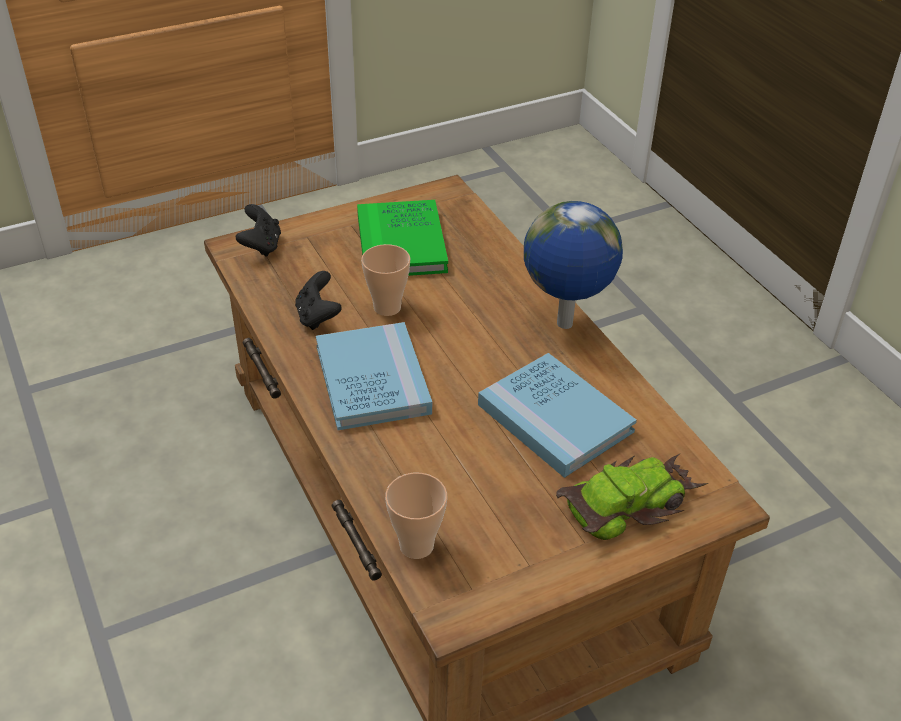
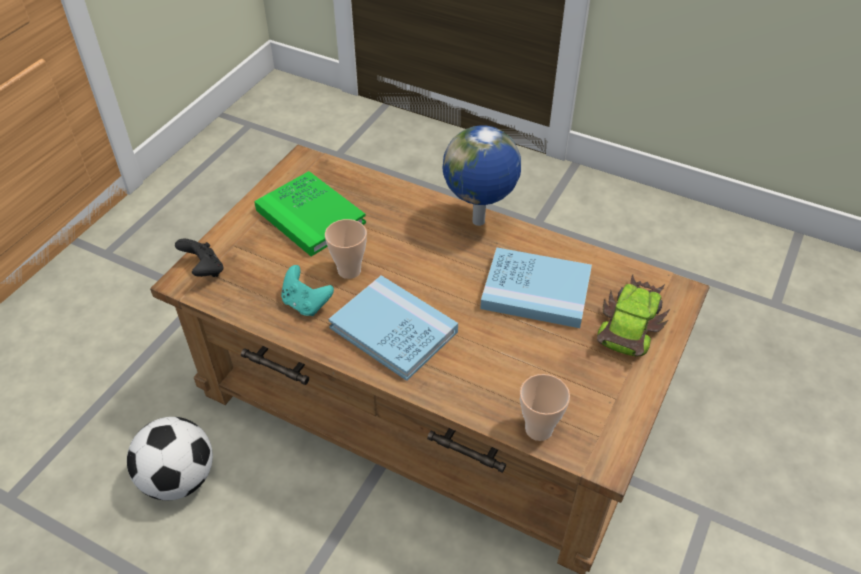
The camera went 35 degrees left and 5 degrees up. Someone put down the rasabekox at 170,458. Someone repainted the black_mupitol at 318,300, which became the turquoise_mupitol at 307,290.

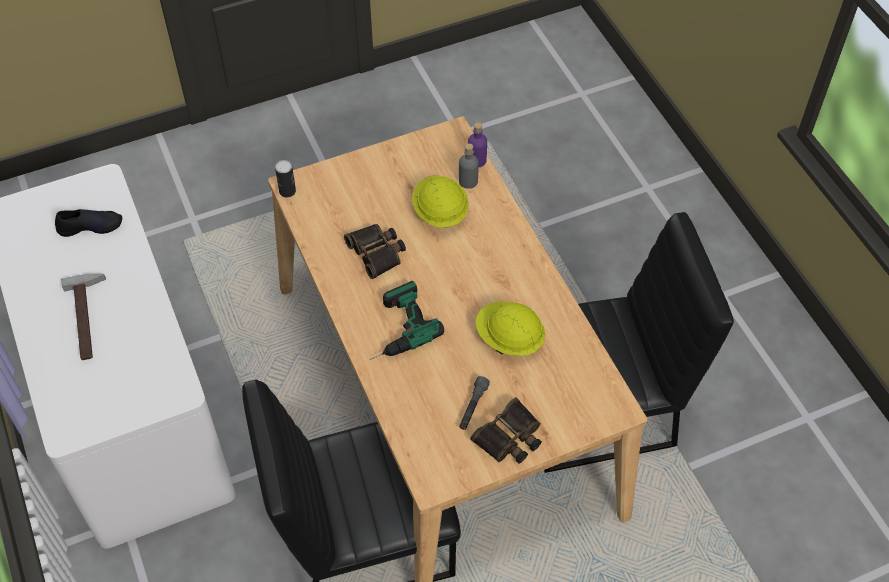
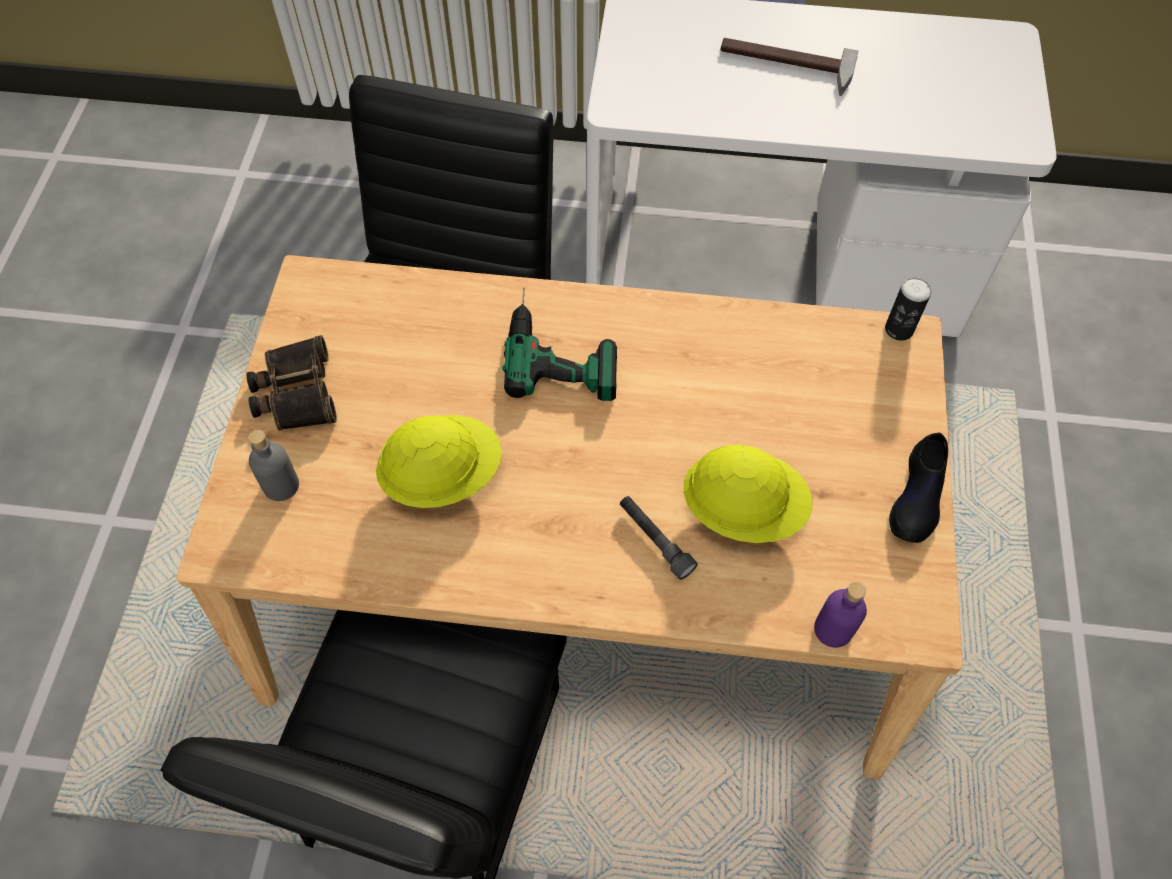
The camera went 120 degrees right and 5 degrees up. Someone took away the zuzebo at 375,251. Someone carried the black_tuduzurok from 88,223 to 918,487. Someone carried the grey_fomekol from 469,166 to 273,465. Someone carried the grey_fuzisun from 474,403 to 659,538.

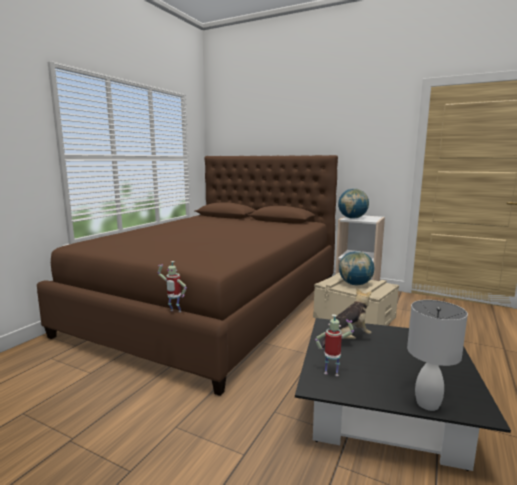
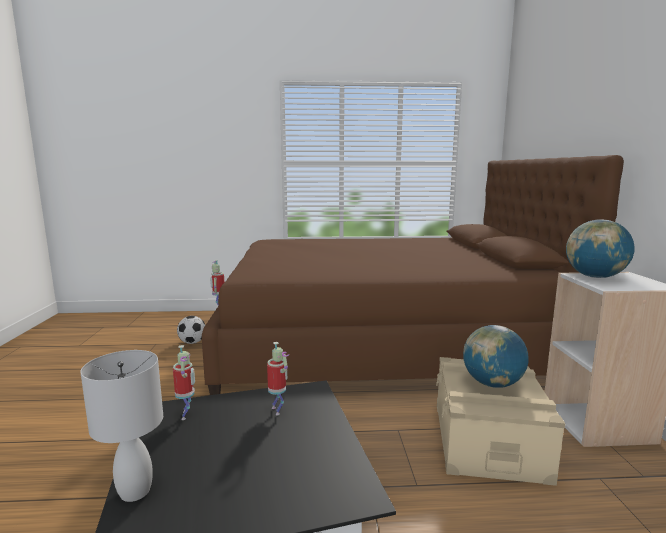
The camera went 60 degrees right and 0 degrees up. Someone put down the rasabekox at 191,330. Someone swapped the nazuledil at 346,318 for the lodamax at 278,378.

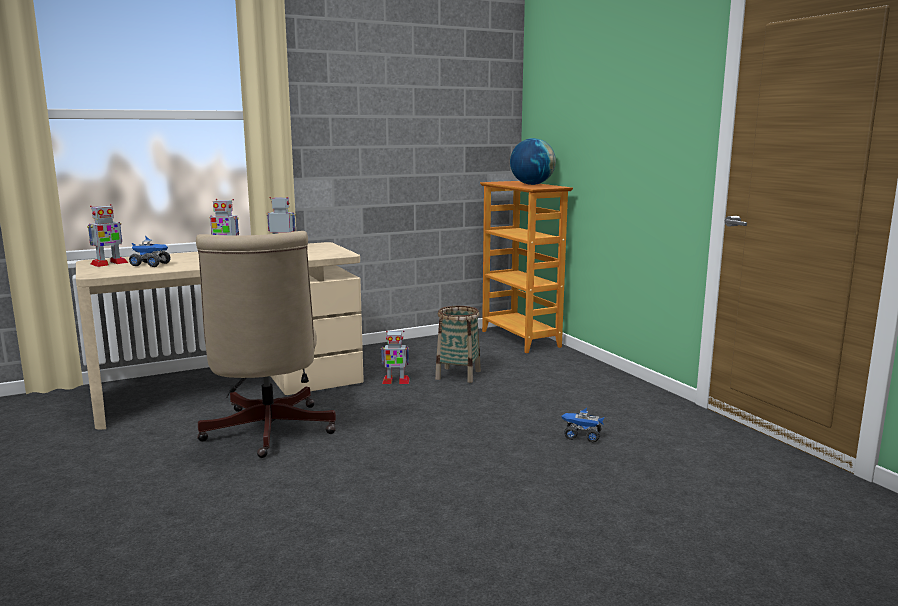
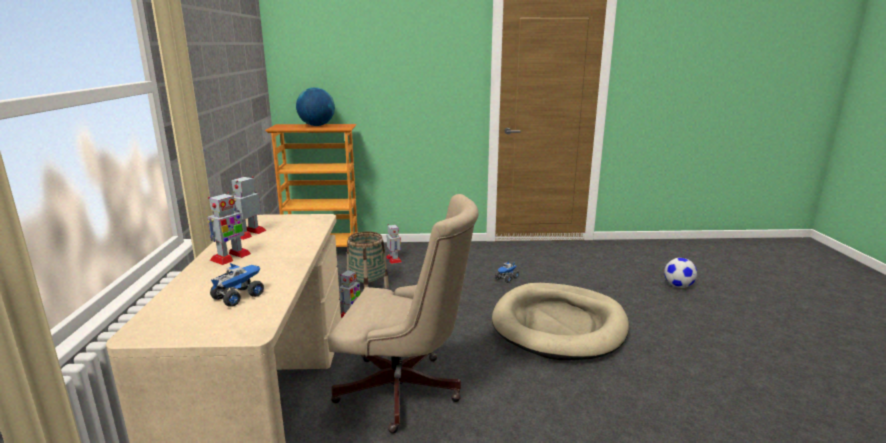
The camera went 65 degrees left and 5 degrees up. Someone put down the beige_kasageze at 560,321. Someone put down the rasabekox at 680,273. Someone carried the lodamax from 107,235 to 394,244.

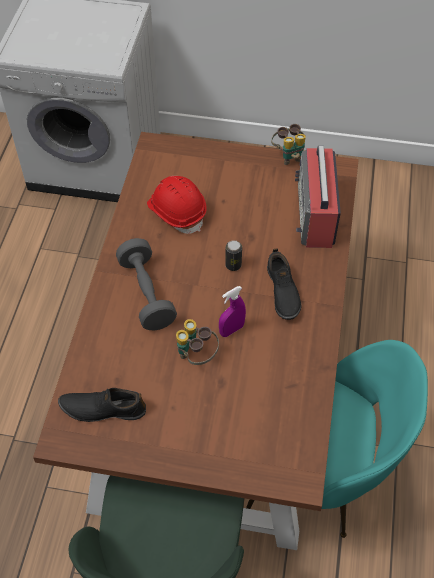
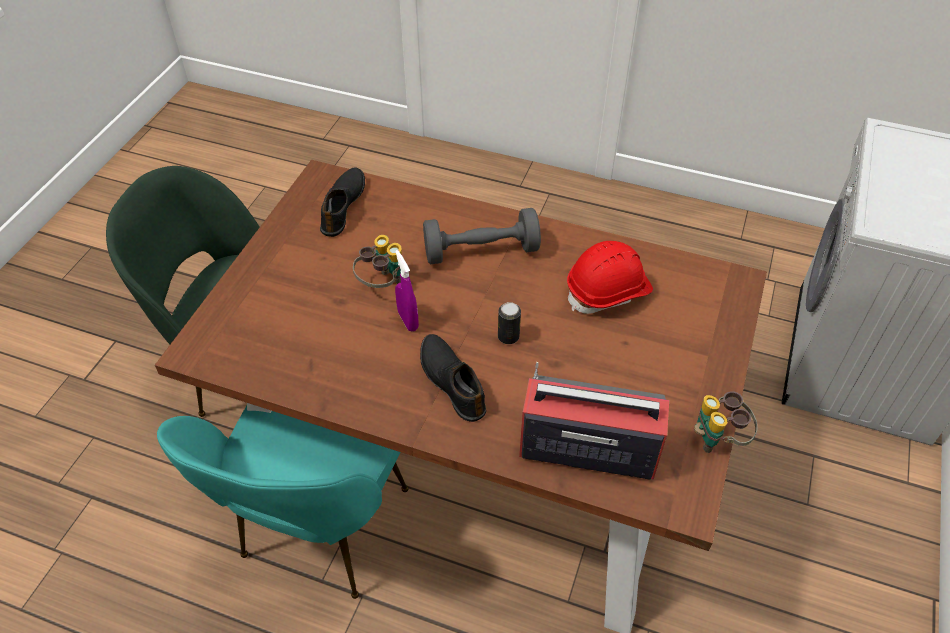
The camera went 100 degrees right and 5 degrees down. Someone rotated the black_tuduzurok at 284,284 by 60 degrees clockwise.

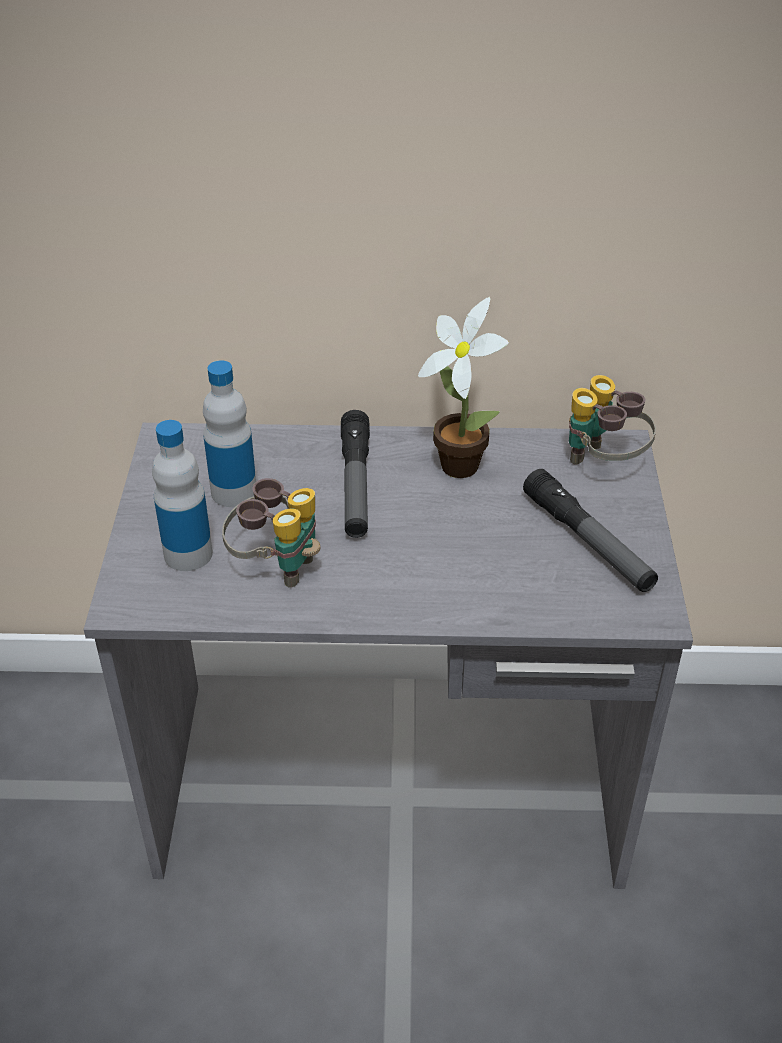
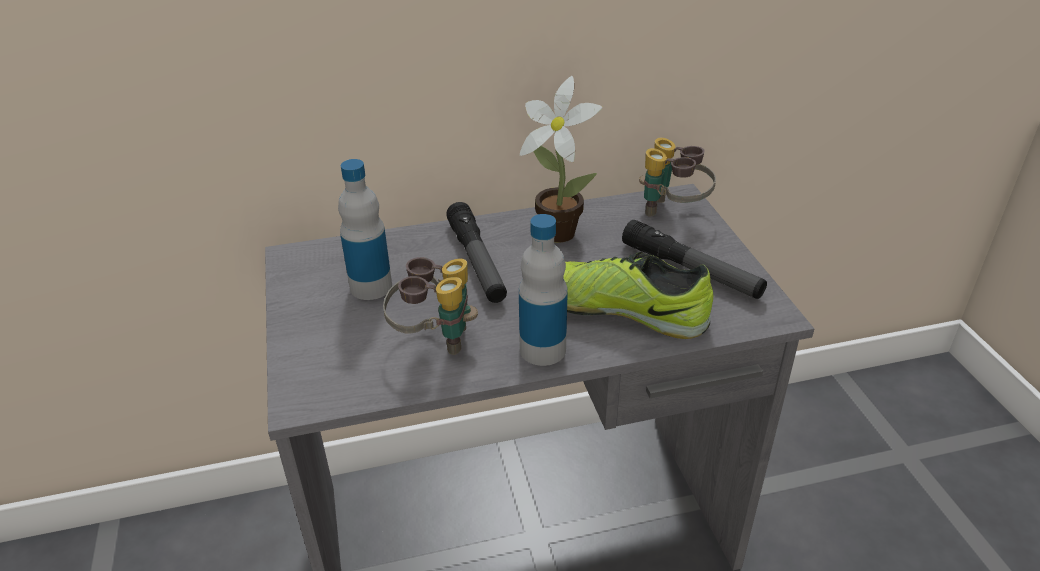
The camera went 15 degrees left and 5 degrees down. Someone put down the tuduzurok at 638,295. Someone carried the fomekol from 182,495 to 543,290.

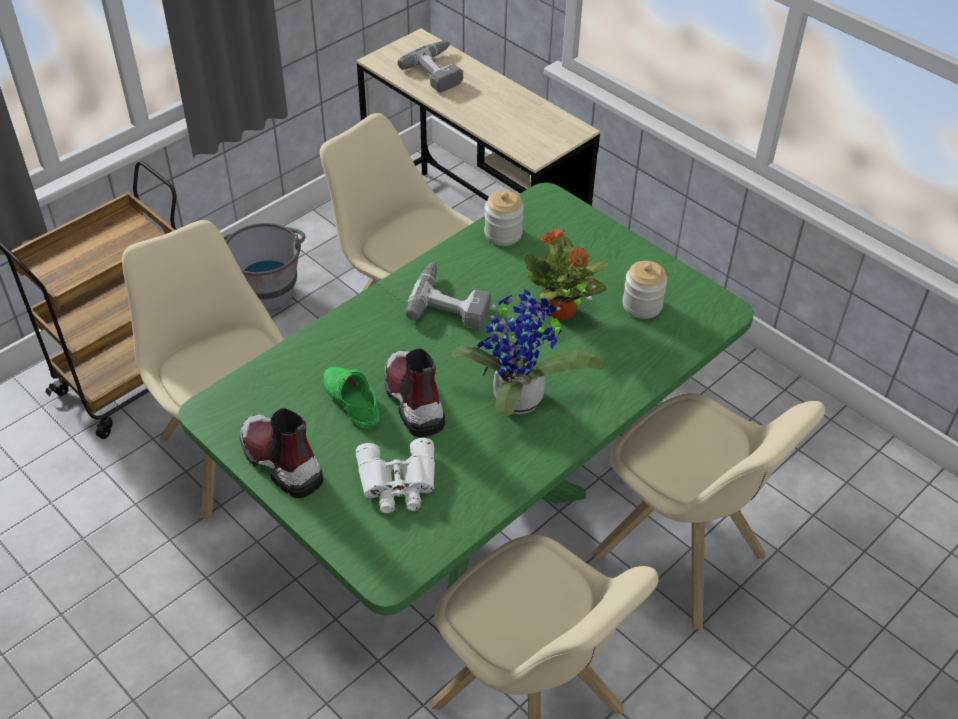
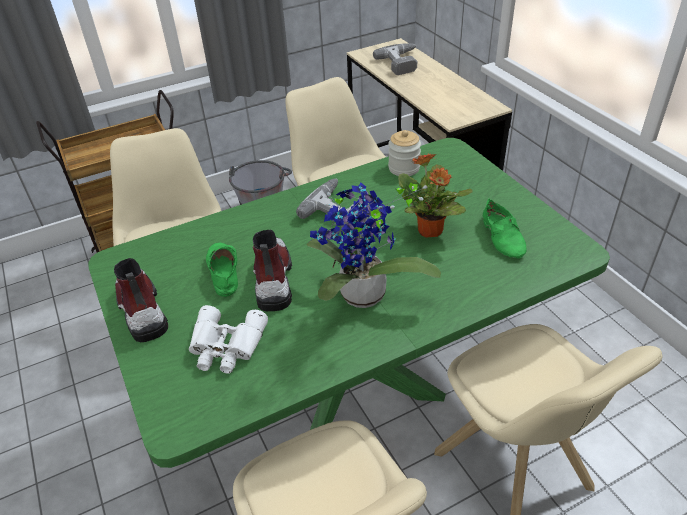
The camera went 20 degrees right and 5 degrees down. Someone swapped the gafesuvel at 644,290 for the green_tuduzurok at 504,228.

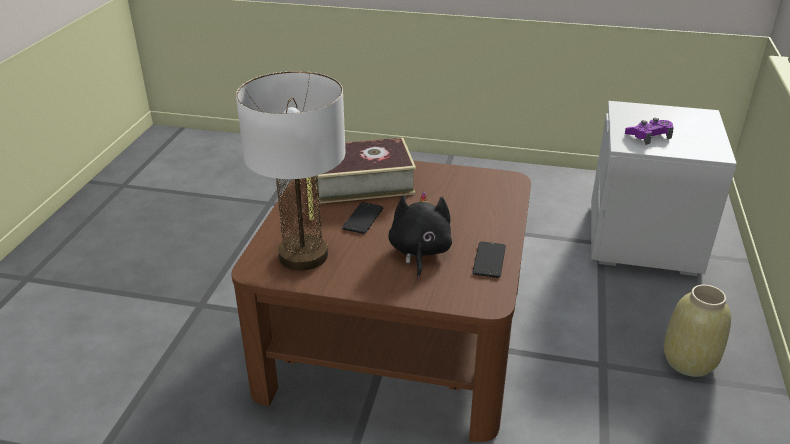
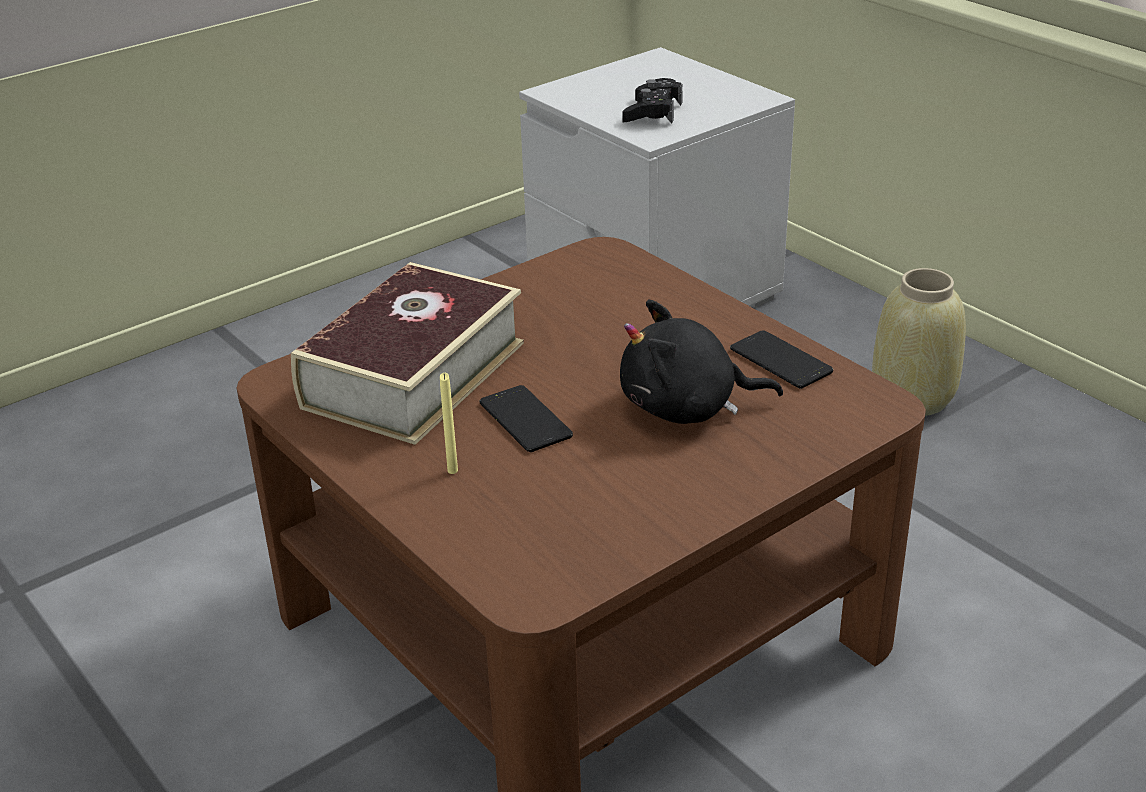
The camera went 50 degrees left and 0 degrees up. Someone took away the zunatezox at 290,170. Someone repainted the purple_mupitol at 649,131, which became the black_mupitol at 652,101. Someone rotated the black_nazuledil at 420,235 by 45 degrees counterclockwise.

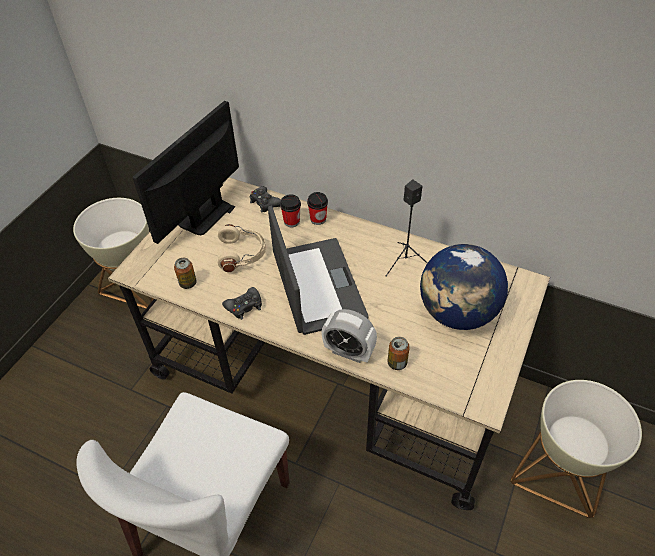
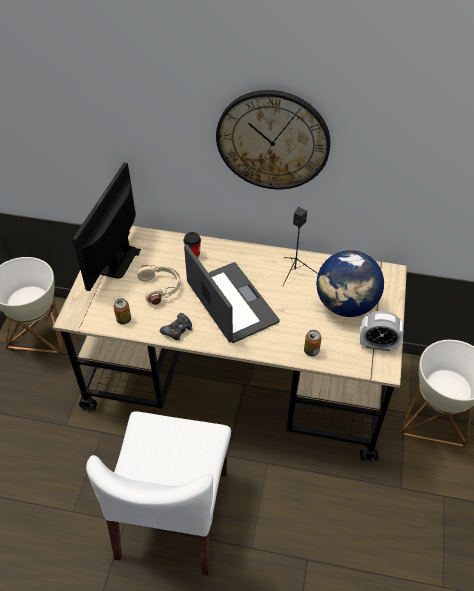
The camera went 15 degrees left and 0 degrees up. Someone took away the black_mupitol at 265,199. Someone took away the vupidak at 317,208. Someone put up the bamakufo at 273,139. Someone carried the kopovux from 349,336 to 382,331.

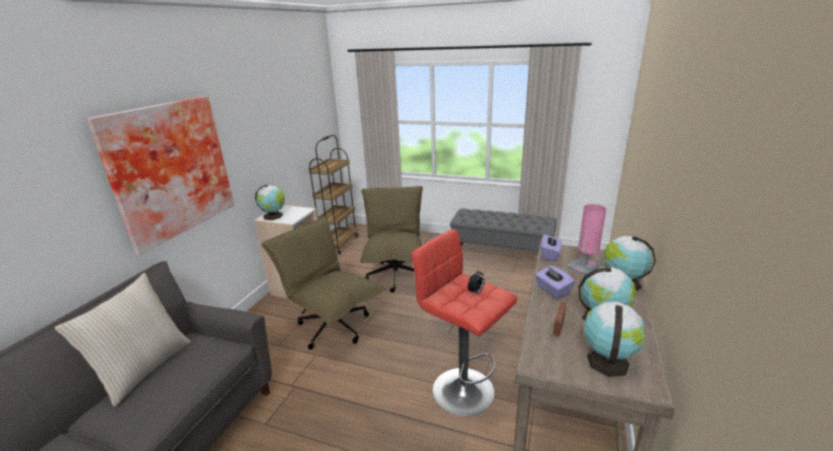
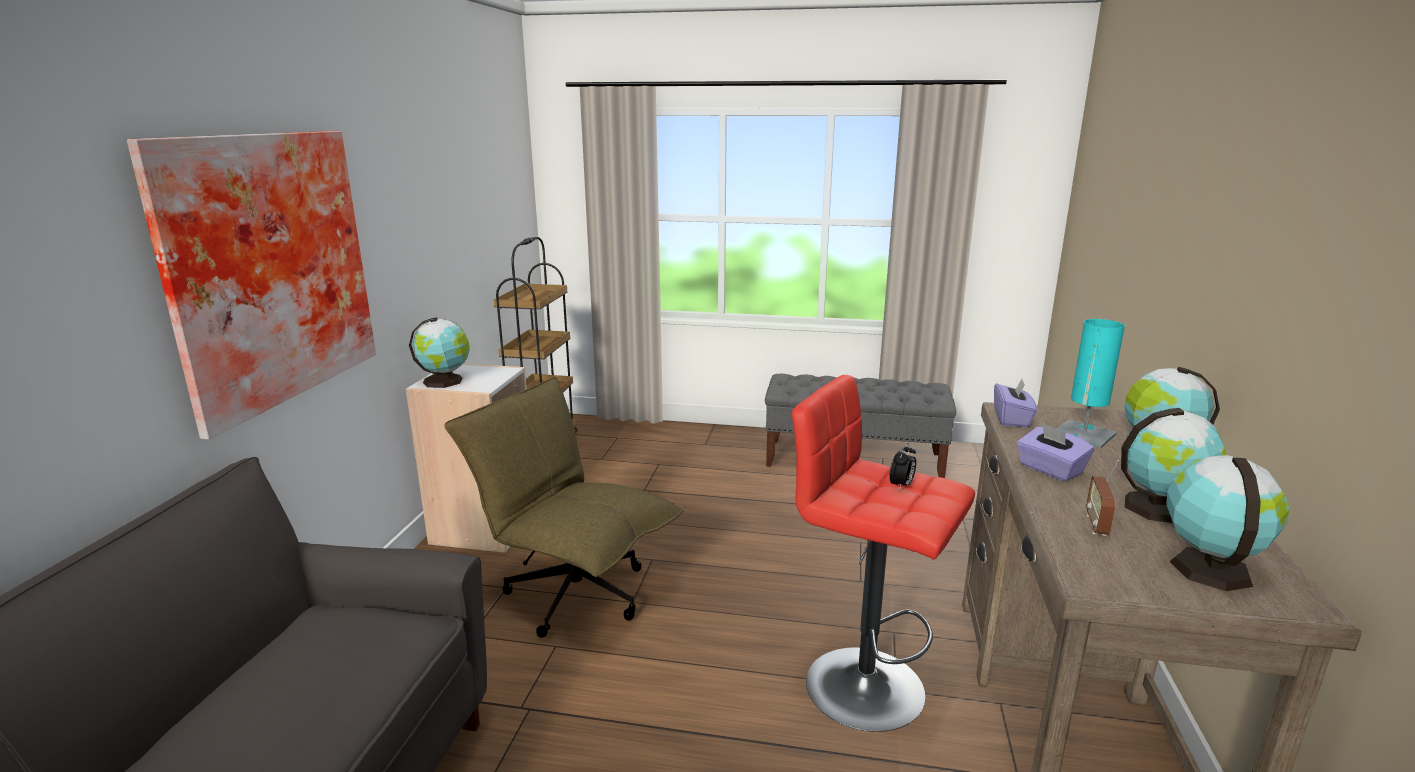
The camera went 10 degrees left and 5 degrees down. Someone took away the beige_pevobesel at 123,340. Someone took away the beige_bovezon at 391,239. Someone repainted the pink_zunatezox at 586,239, which became the turquoise_zunatezox at 1091,384.

